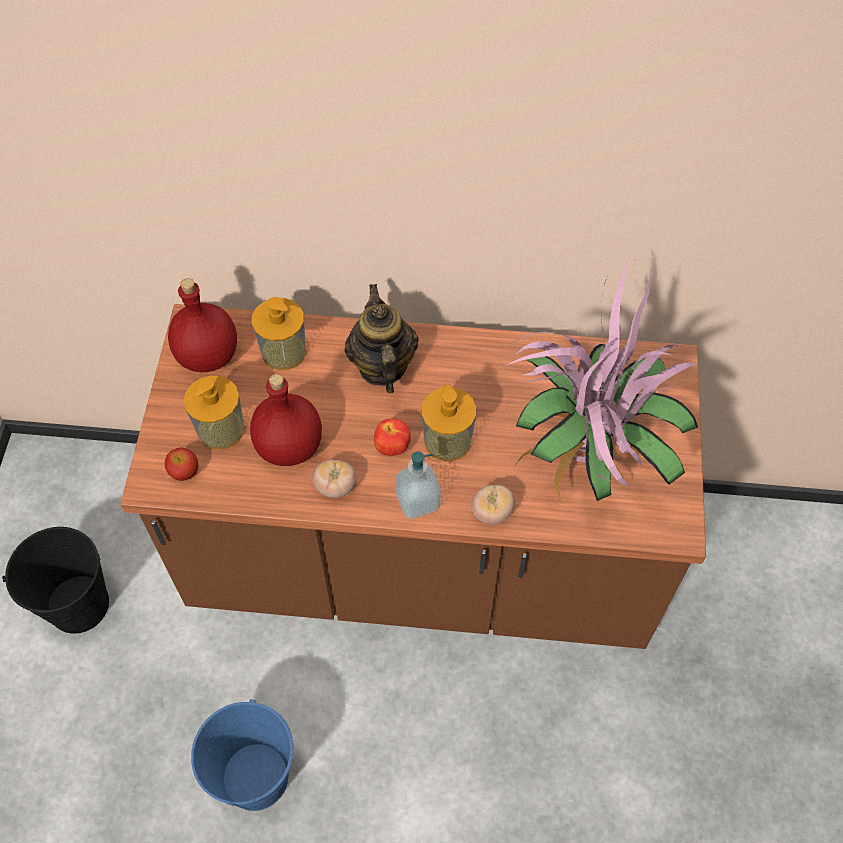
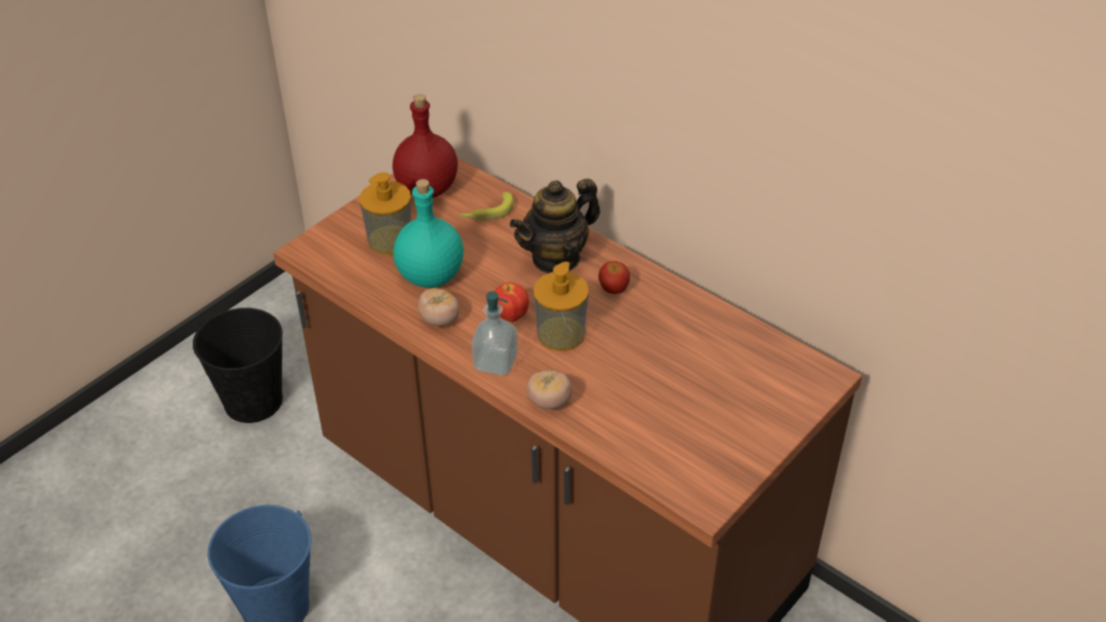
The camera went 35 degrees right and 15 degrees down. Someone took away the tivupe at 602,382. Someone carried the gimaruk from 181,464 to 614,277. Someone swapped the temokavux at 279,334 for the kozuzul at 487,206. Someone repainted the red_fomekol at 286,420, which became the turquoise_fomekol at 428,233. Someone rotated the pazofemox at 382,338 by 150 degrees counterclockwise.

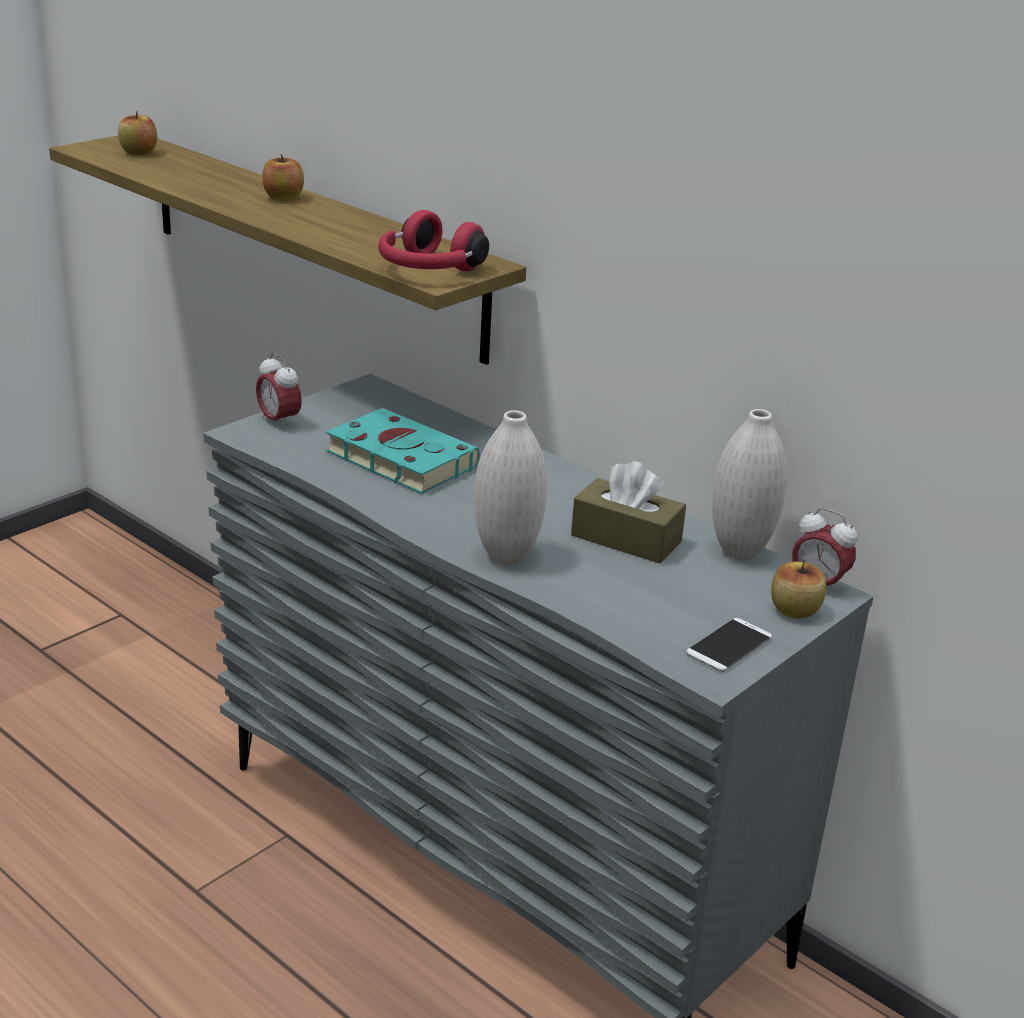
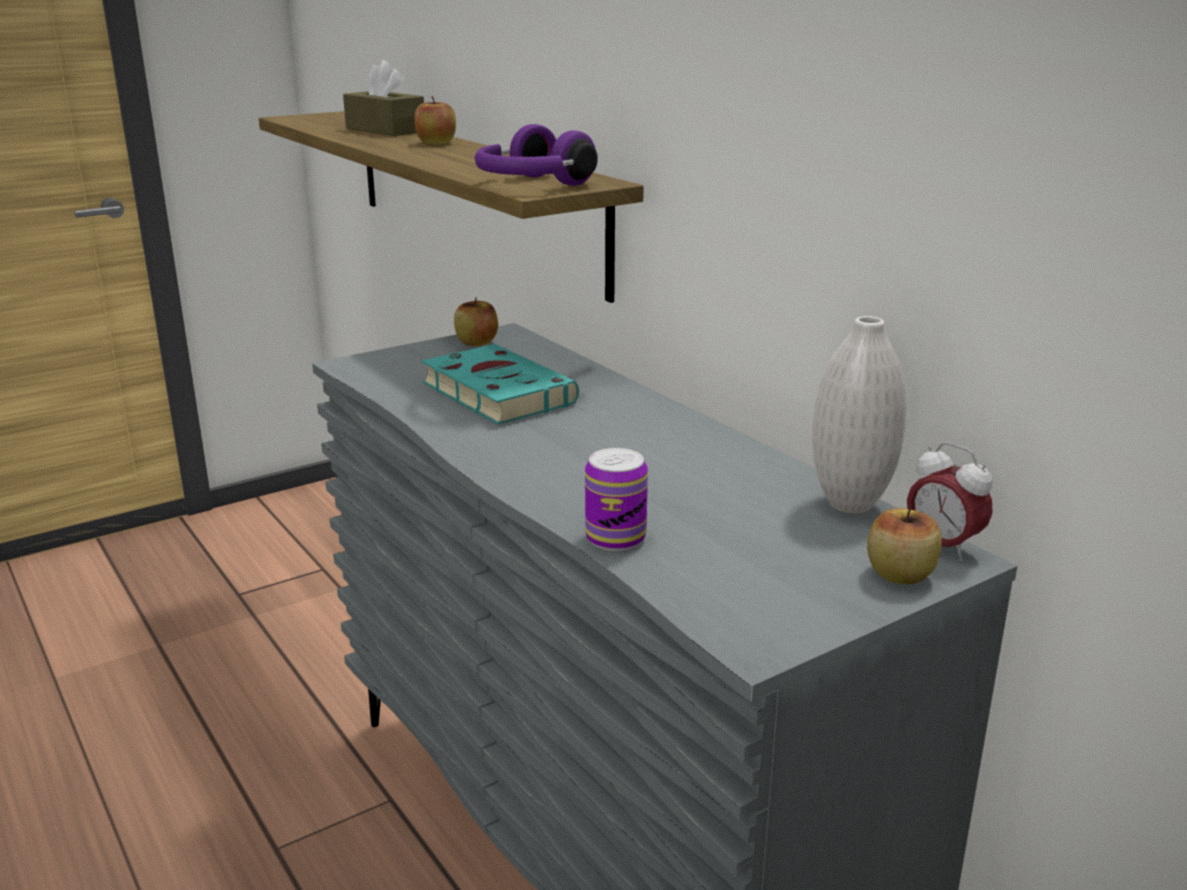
The camera went 15 degrees right and 5 degrees down. Someone took away the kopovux at 279,391. Someone took away the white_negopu at 510,487. Someone took away the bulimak at 729,645. Someone put down the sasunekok at 616,499. Someone carried the gimaruk from 137,133 to 476,321. Someone carried the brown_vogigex from 628,512 to 383,98. Someone repainted the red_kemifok at 433,240, which became the purple_kemifok at 536,155.

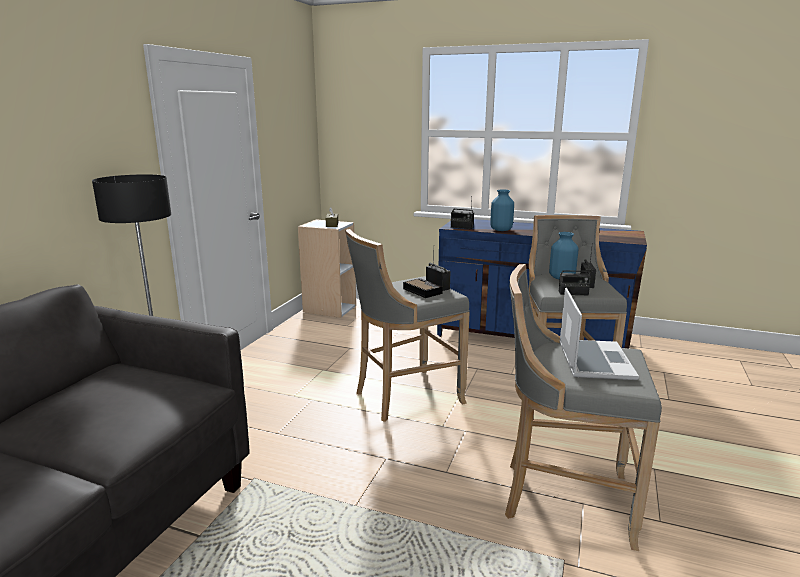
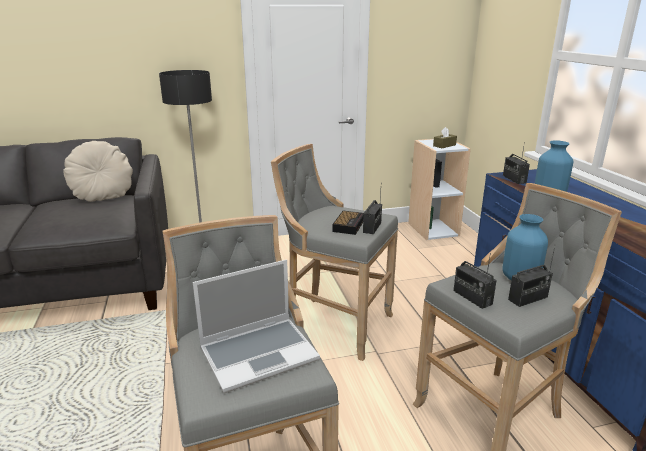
The camera went 55 degrees right and 5 degrees up. Someone put down the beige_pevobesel at 98,171.

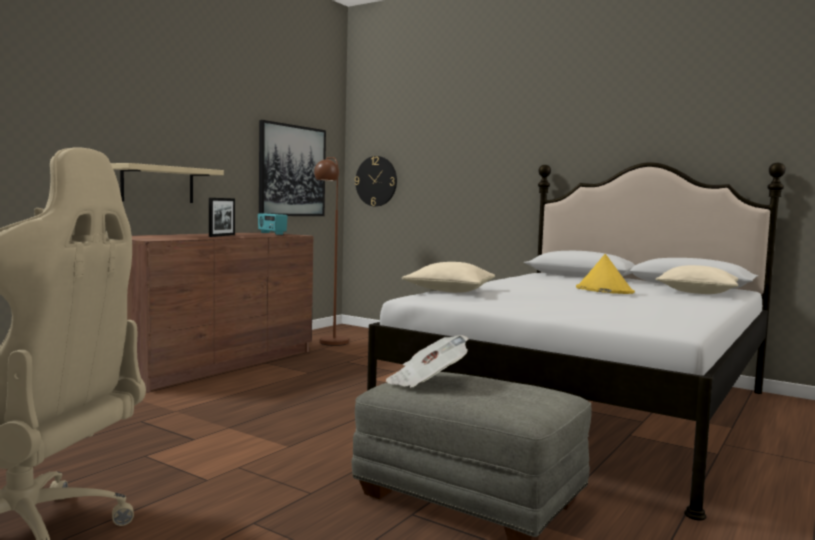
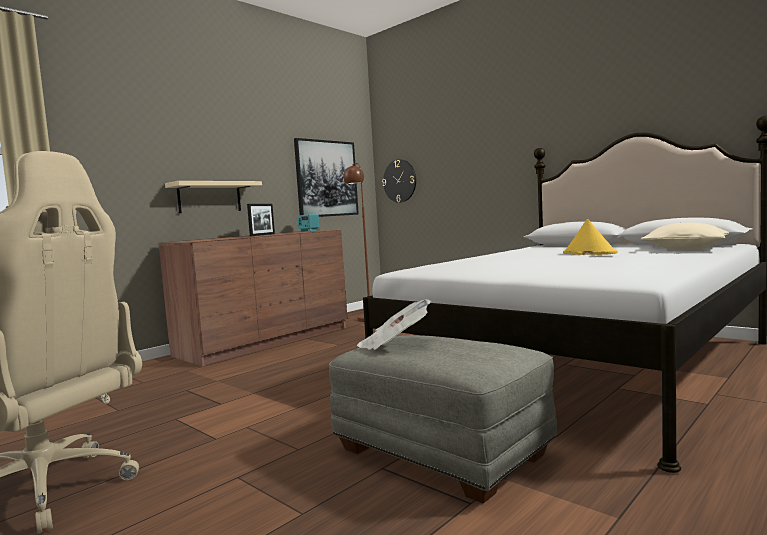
The camera went 10 degrees right and 0 degrees up. Someone took away the beige_pevobesel at 448,277.

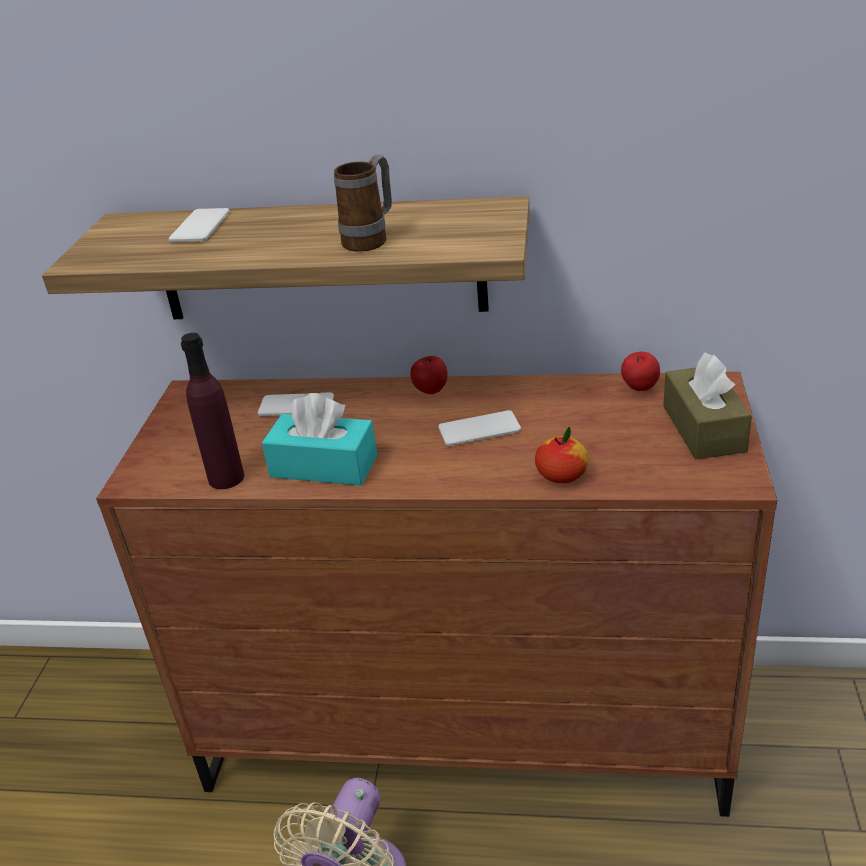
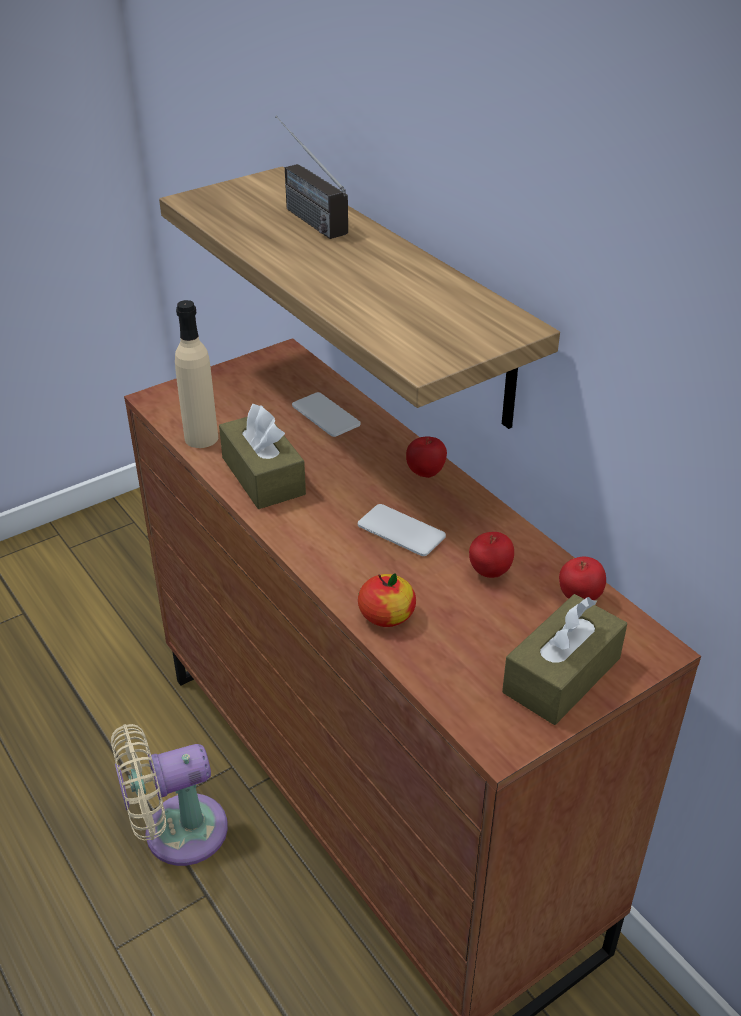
The camera went 45 degrees right and 5 degrees up. Someone took away the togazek at 363,203. Someone put down the gimaruk at 491,555. Someone swapped the bulimak at 199,225 for the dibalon at 311,177. Someone repainted the purple_fomekol at 212,411, which became the beige_fomekol at 196,374. Someone repainted the turquoise_vogigex at 319,439, which became the brown_vogigex at 262,456.

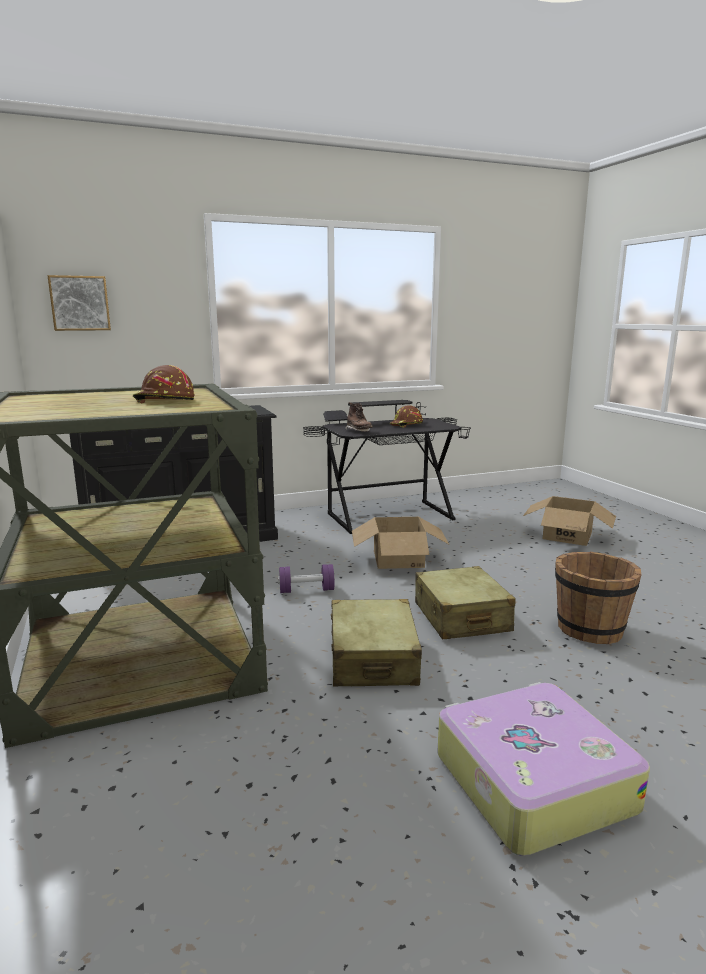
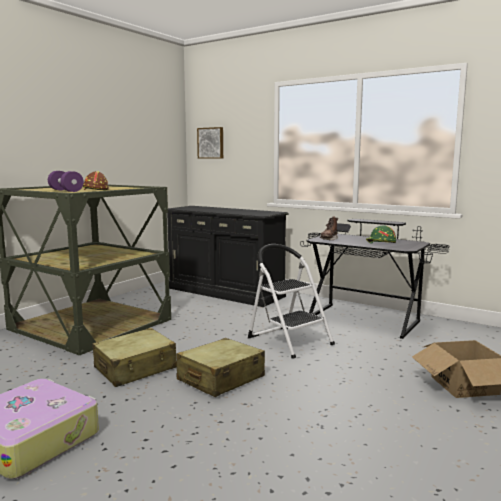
The camera went 55 degrees right and 5 degrees down. Someone took away the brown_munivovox at 598,598. Someone carried the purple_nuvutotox from 306,578 to 66,181. Someone swapped the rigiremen at 400,543 for the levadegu at 291,301. Someone repainted the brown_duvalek at 406,416, which became the green_duvalek at 381,234.

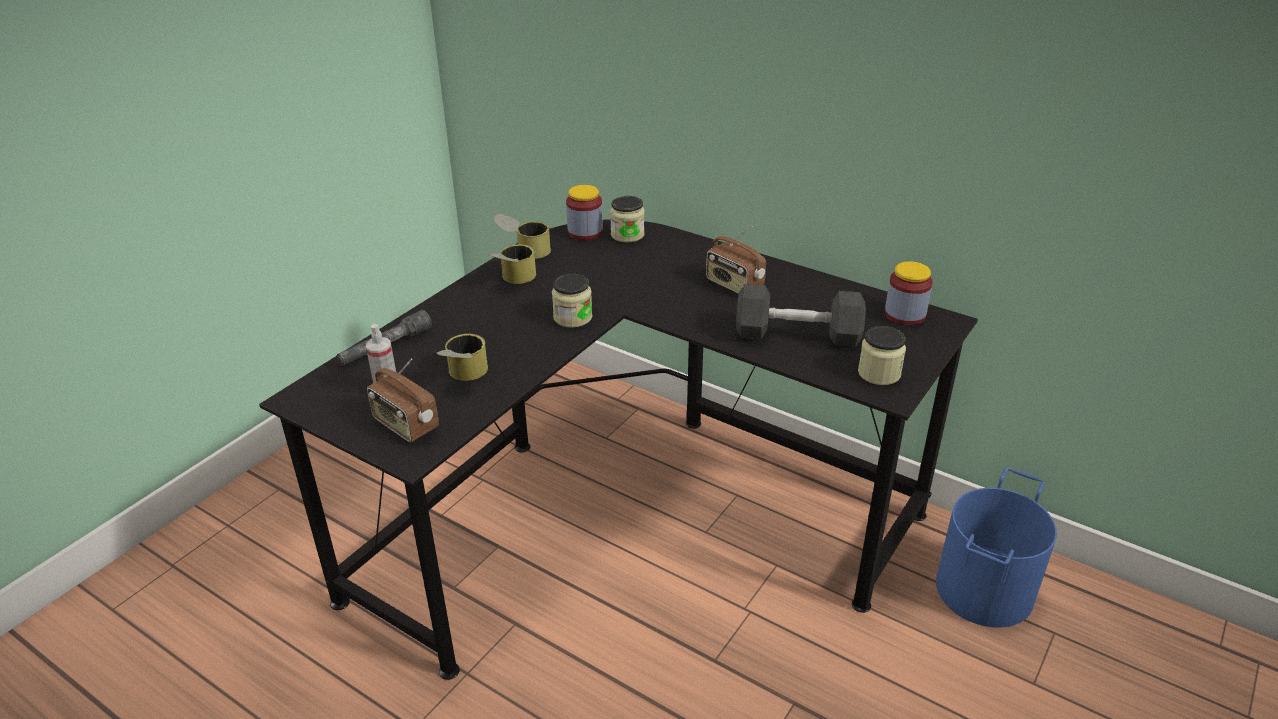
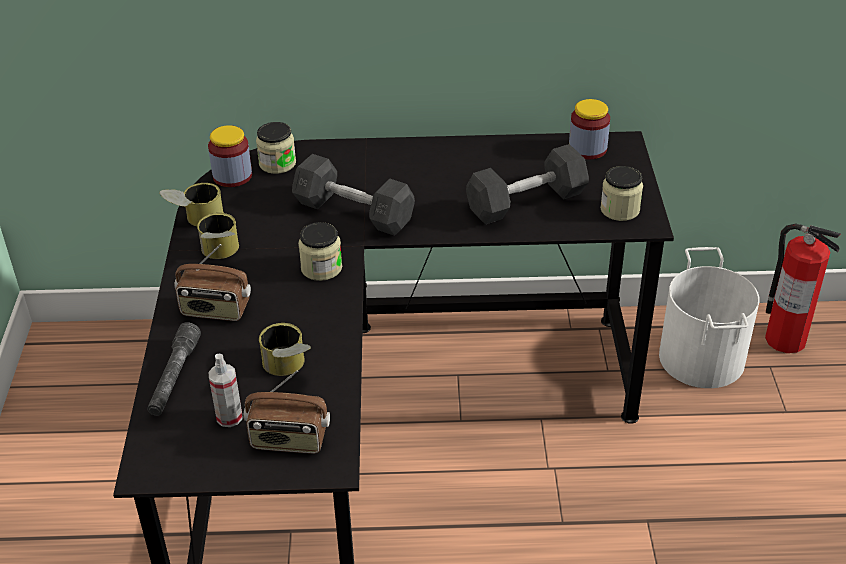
The camera went 35 degrees left and 5 degrees up. Someone put down the grey_nuvutotox at 353,195. Someone put down the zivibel at 802,288. Someone carried the dibalon from 736,260 to 212,282. Someone repainted the blue_munivovox at 996,548, which became the white_munivovox at 709,317.

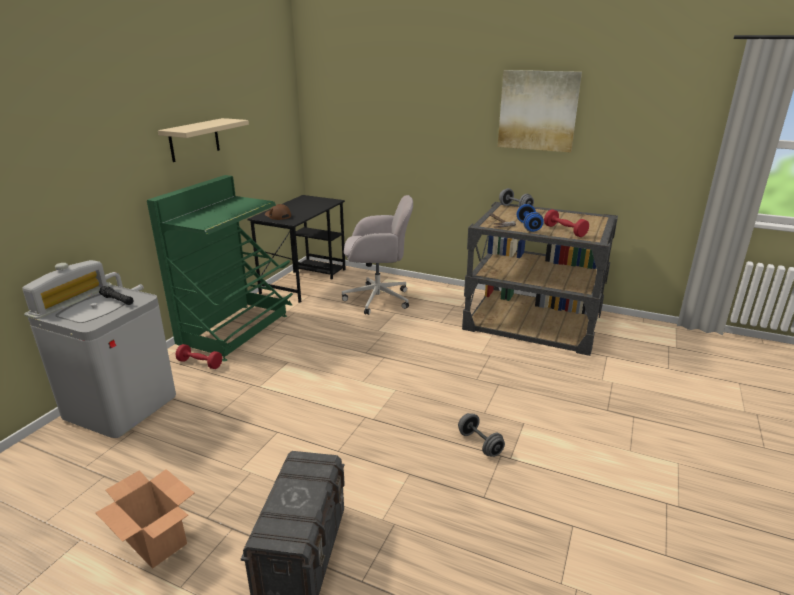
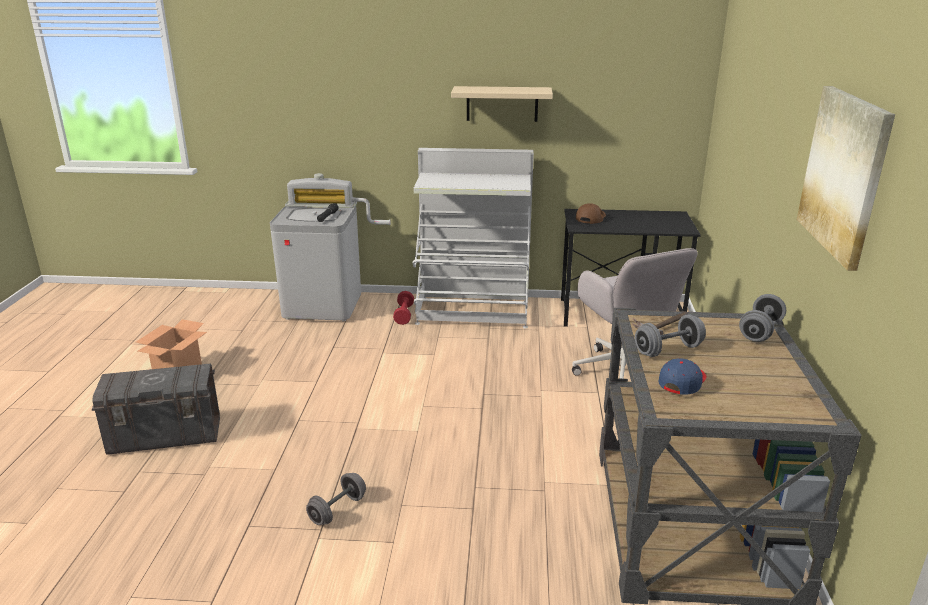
The camera went 70 degrees right and 0 degrees up. Someone swapped the red_nuvutotox at 566,223 for the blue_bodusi at 682,376. Someone repainted the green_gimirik at 220,268, which became the white_gimirik at 473,238. Someone repainted the blue_nuvutotox at 530,218, which became the grey_nuvutotox at 670,335.

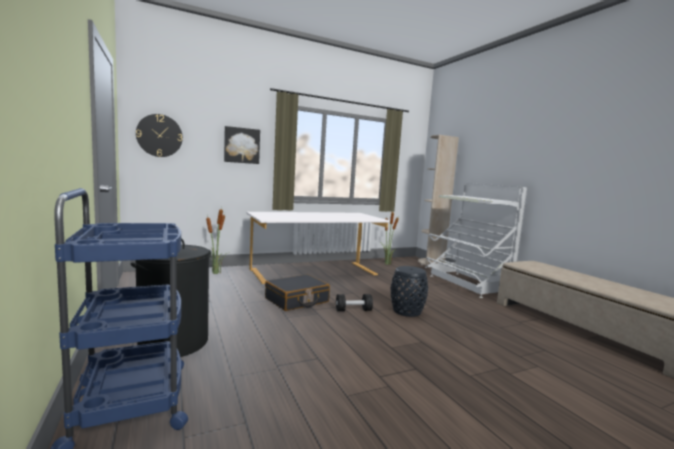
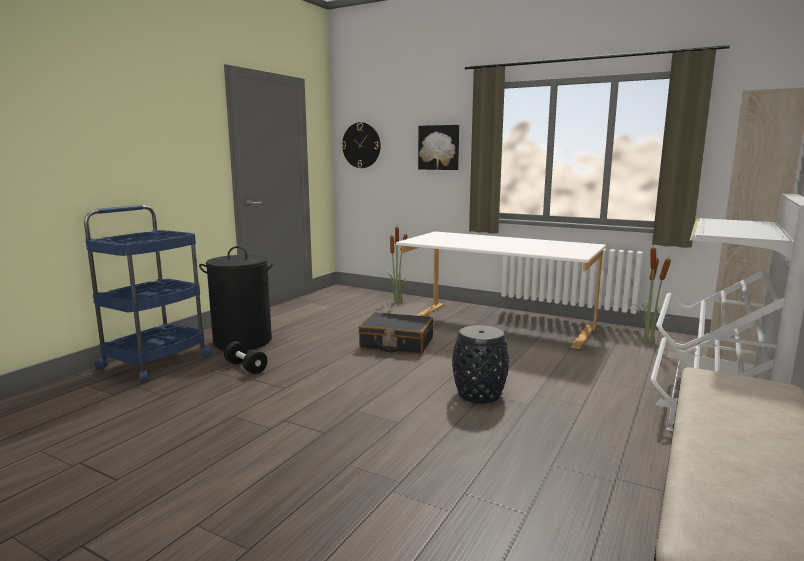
The camera went 55 degrees right and 5 degrees up. Someone carried the black_nuvutotox from 354,302 to 245,357.

